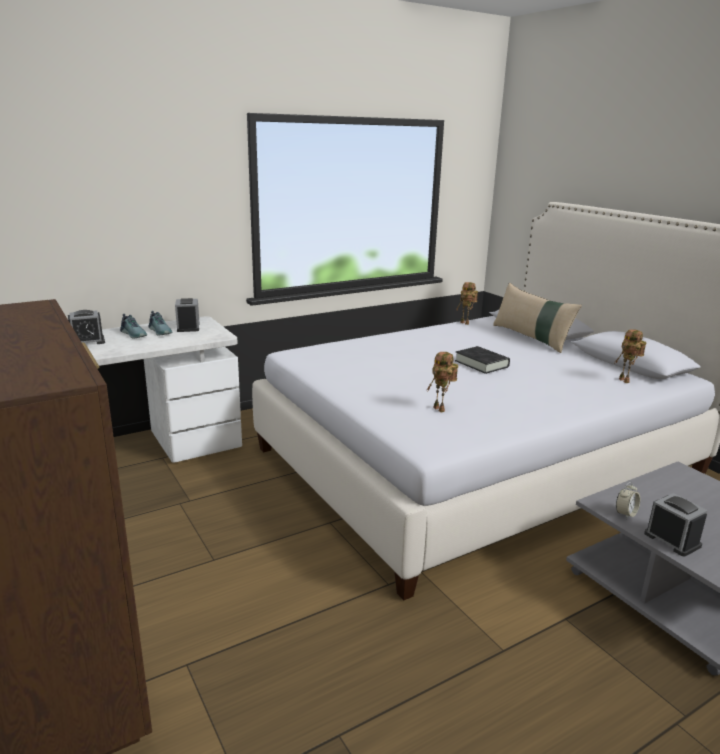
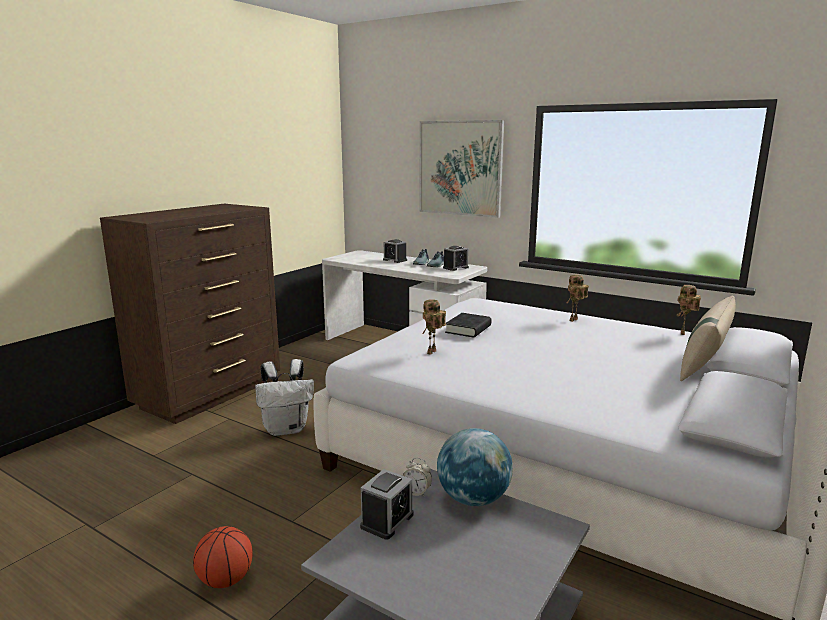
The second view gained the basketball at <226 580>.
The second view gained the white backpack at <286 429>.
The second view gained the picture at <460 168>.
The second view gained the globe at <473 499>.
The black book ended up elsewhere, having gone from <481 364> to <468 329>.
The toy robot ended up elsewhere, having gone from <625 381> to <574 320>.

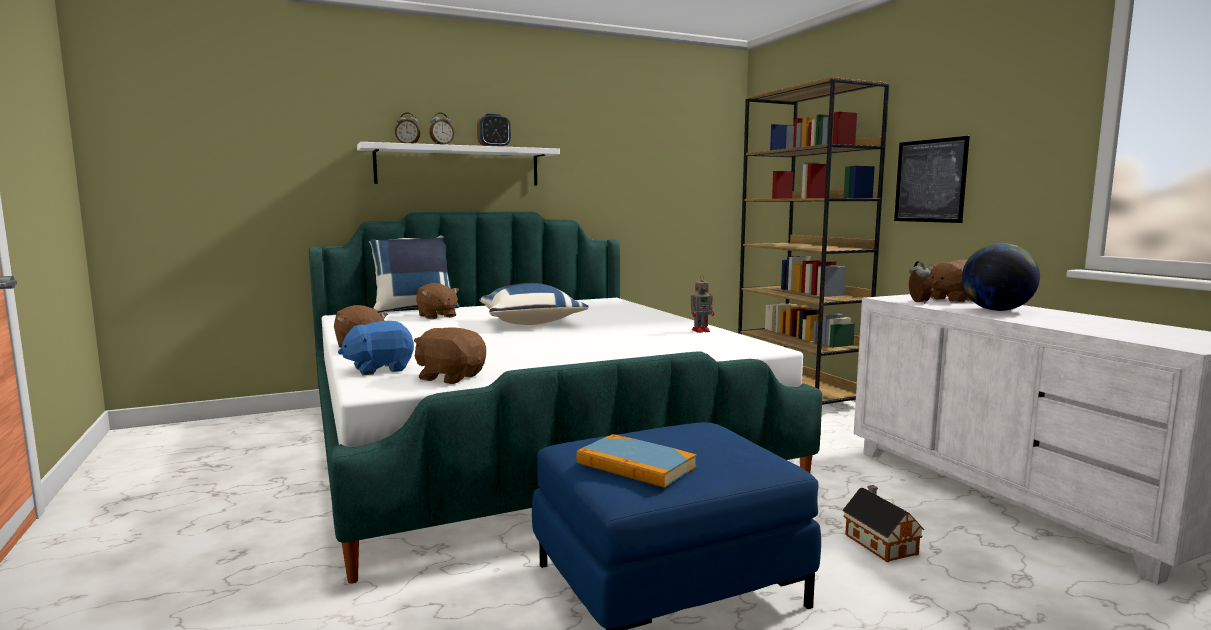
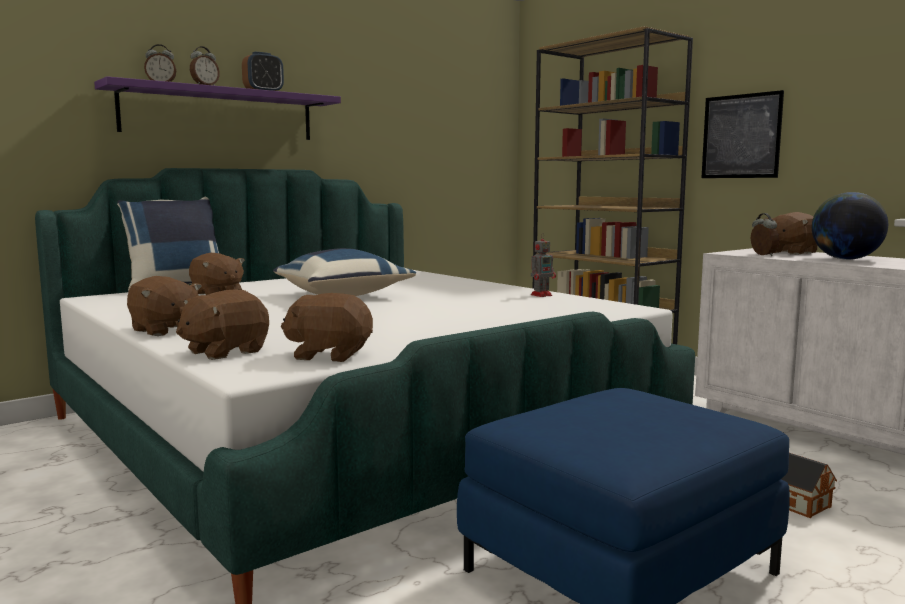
What was the white shelf at <458 166> turned into the purple shelf at <220 114>.
What was the blue plush toy at <379 369> turned into the brown plush toy at <225 352>.
The second view lost the book at <636 465>.

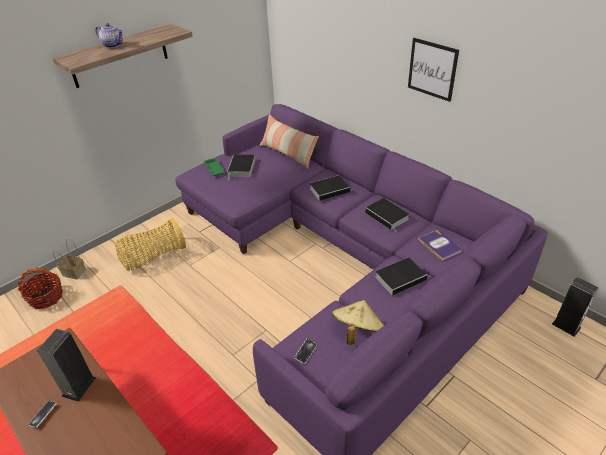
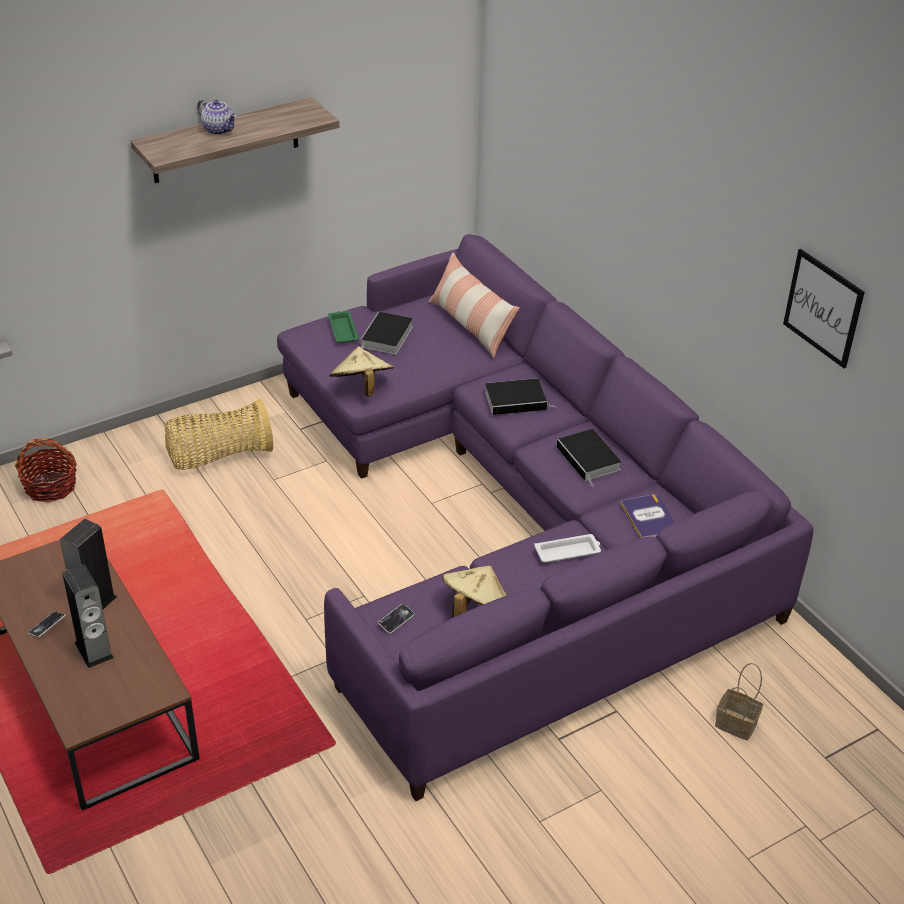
The speaker ended up elsewhere, having gone from <566 326> to <94 650>.
The second view gained the beige hat at <361 388>.
Where the book stood at <401 277>, the white tray came to stand at <568 552>.
The basket ended up elsewhere, having gone from <75 272> to <737 724>.
The picture ended up elsewhere, having gone from <432 69> to <823 308>.

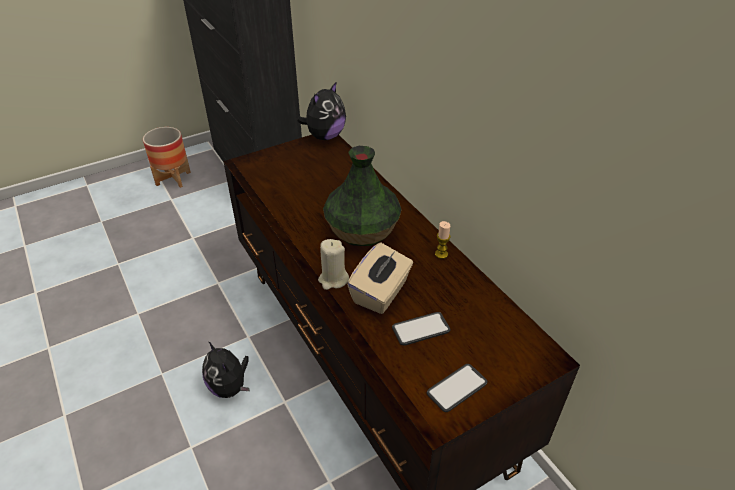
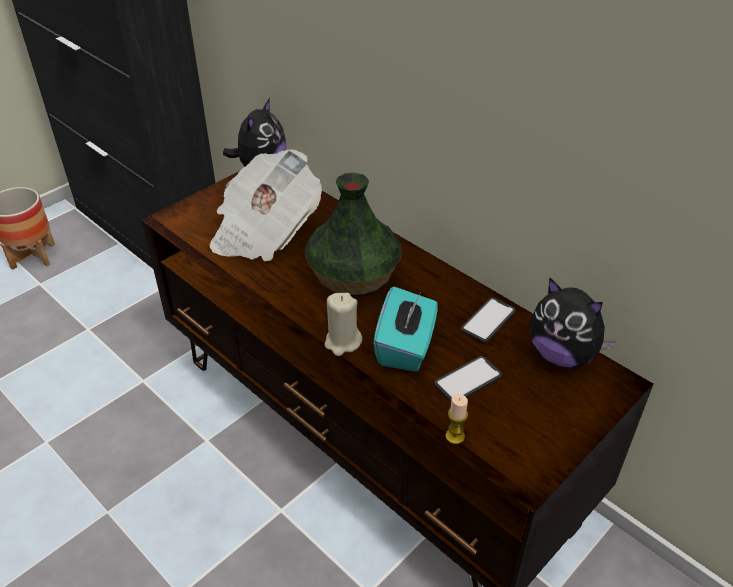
The second view gained the newspaper at <264 231>.
What was the beige tissue box at <381 293> turned into the turquoise tissue box at <405 347>.
The candle ended up elsewhere, having gone from <441 254> to <455 436>.
The phone ended up elsewhere, having gone from <457 388> to <488 320>.
The plush toy ended up elsewhere, having gone from <230 387> to <562 354>.

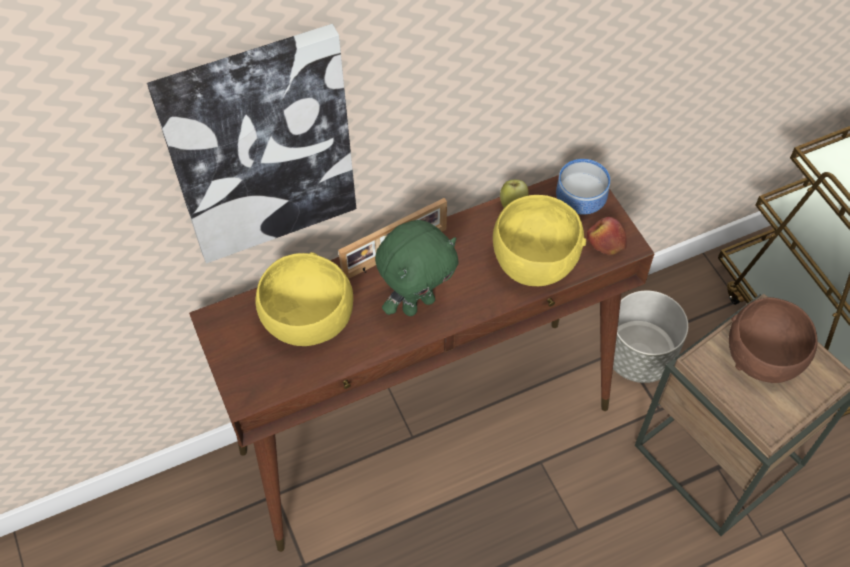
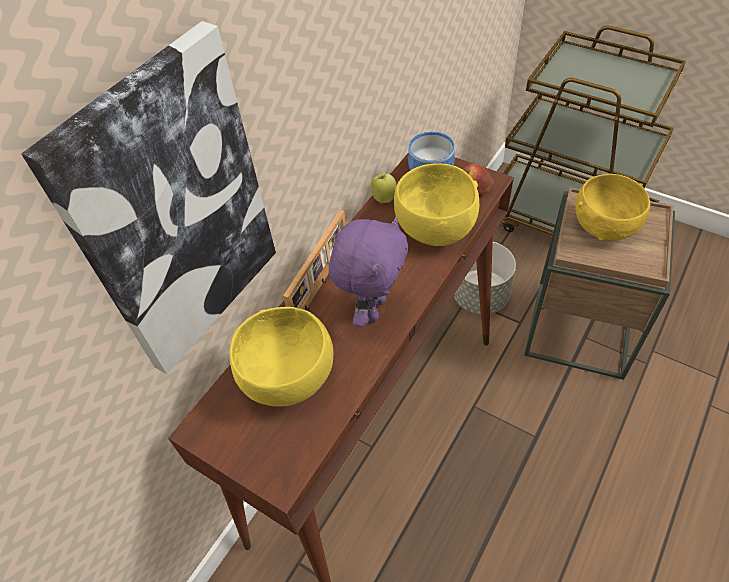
What was the green plush toy at <418 303> turned into the purple plush toy at <372 309>.
What was the brown bowl at <763 356> turned into the yellow bowl at <604 225>.

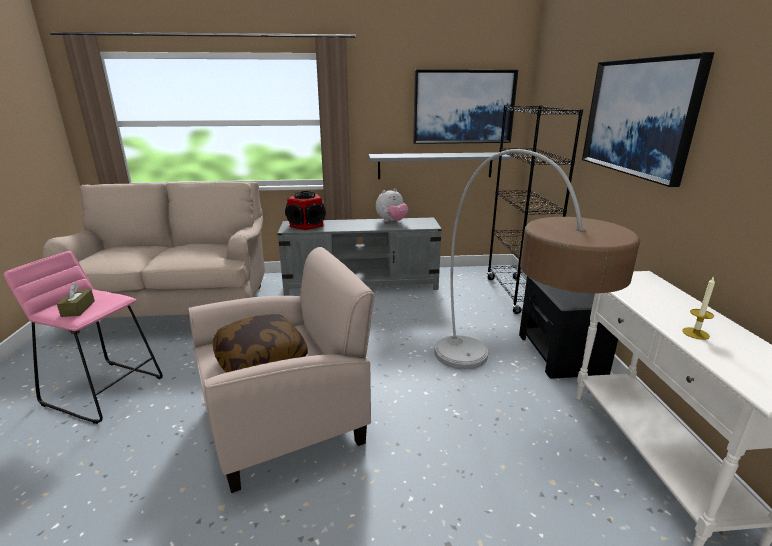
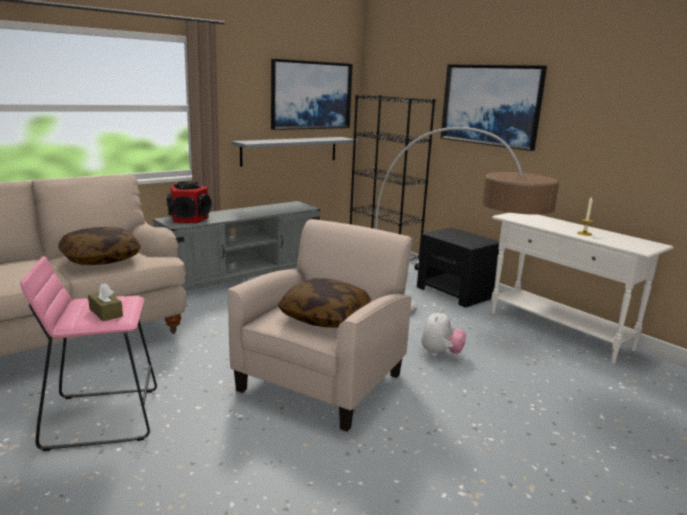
The second view gained the pillow at <101 258>.
The plush toy ended up elsewhere, having gone from <392 221> to <440 354>.

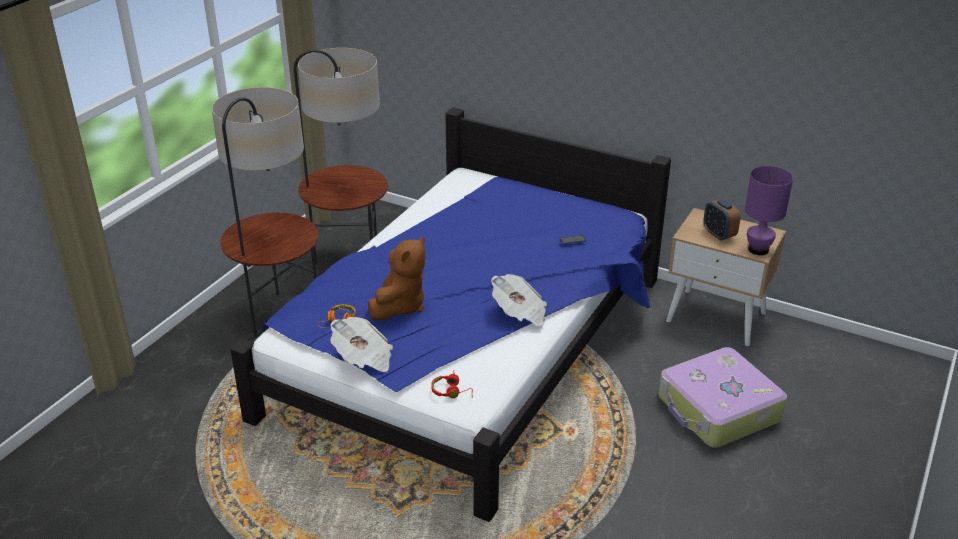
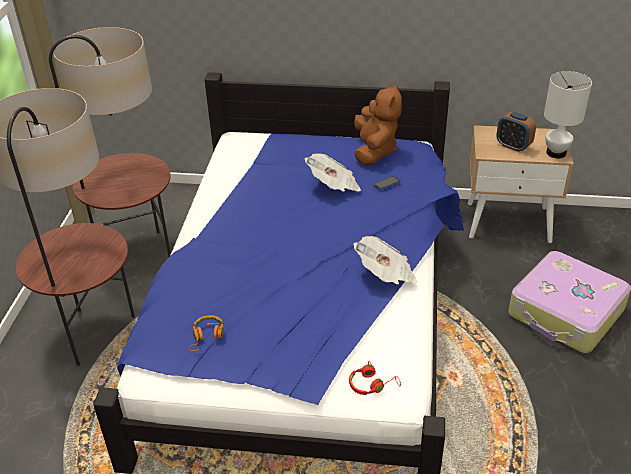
The newspaper ended up elsewhere, having gone from <363 358> to <333 185>.
The brown plush toy ended up elsewhere, having gone from <400 306> to <374 151>.
What was the purple table lamp at <758 249> turned into the white table lamp at <556 152>.

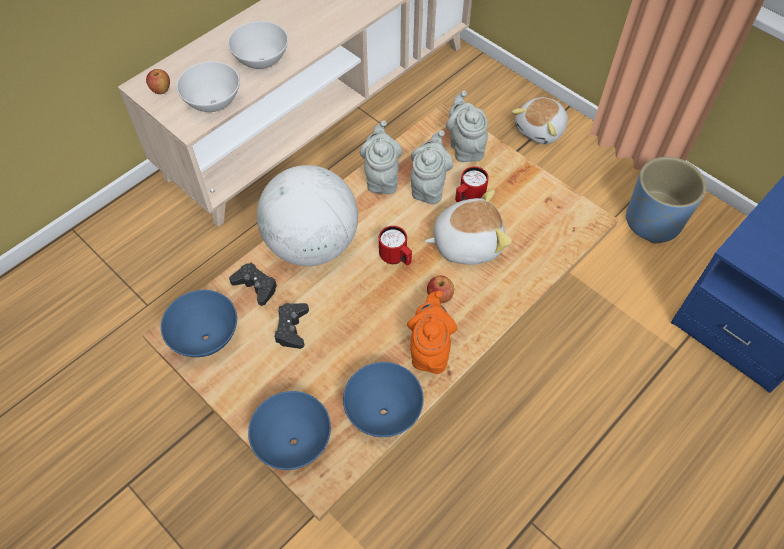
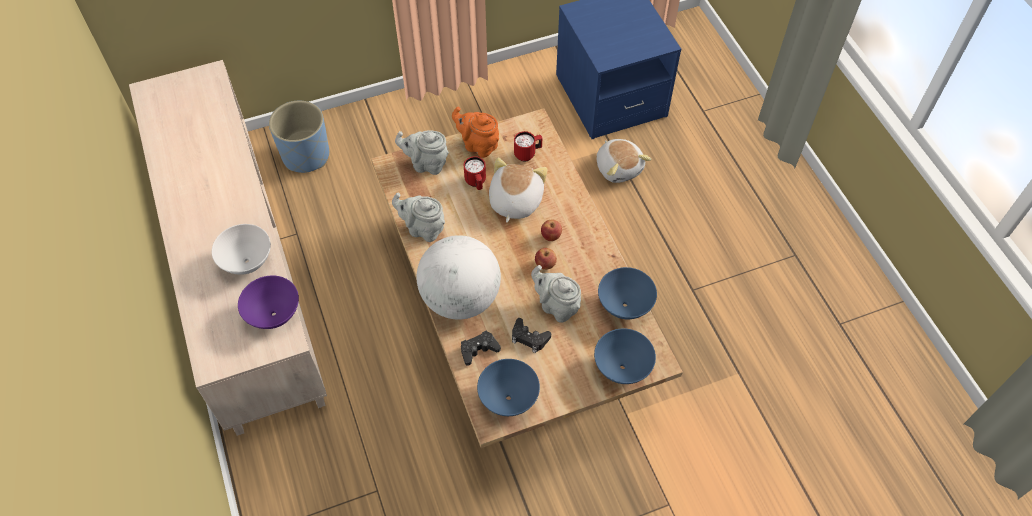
What was the white bowl at <214 104> turned into the purple bowl at <274 314>.
The blue planter ended up elsewhere, having gone from <653 221> to <306 155>.
The orange teapot ended up elsewhere, having gone from <430 350> to <478 145>.
The red mug ended up elsewhere, having gone from <396 258> to <528 154>.
The grey teapot ended up elsewhere, having gone from <429 186> to <556 306>.
The apple ended up elsewhere, having gone from <161 90> to <545 264>.
The plush toy ended up elsewhere, having gone from <541 130> to <619 167>.

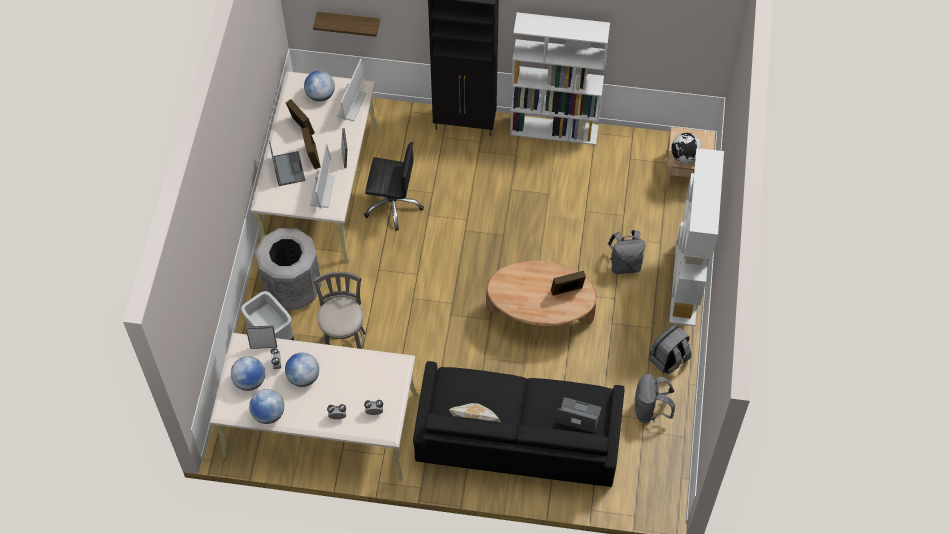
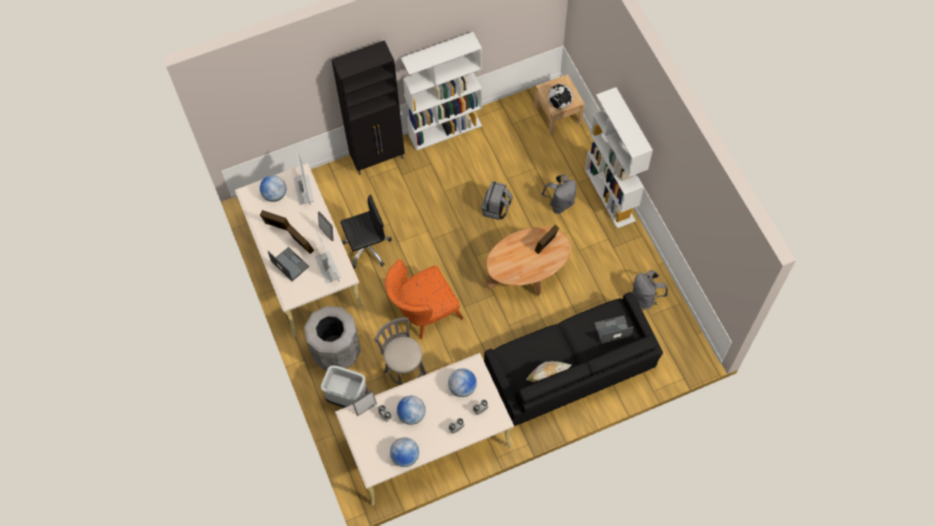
The second view gained the orange armchair at <423 311>.
The globe ended up elsewhere, having gone from <250 381> to <462 387>.
The grey backpack ended up elsewhere, having gone from <668 359> to <496 209>.
The second view lost the shelf at <349 22>.

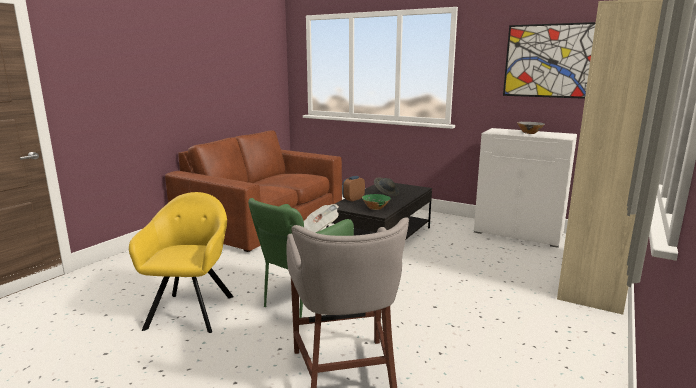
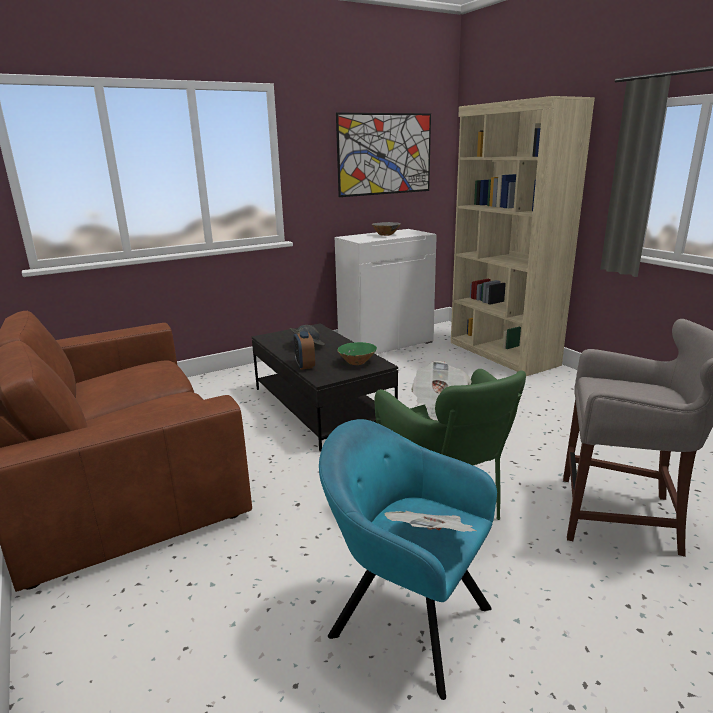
What was the yellow armchair at <192 310> turned into the turquoise armchair at <404 618>.
The second view gained the newspaper at <432 540>.

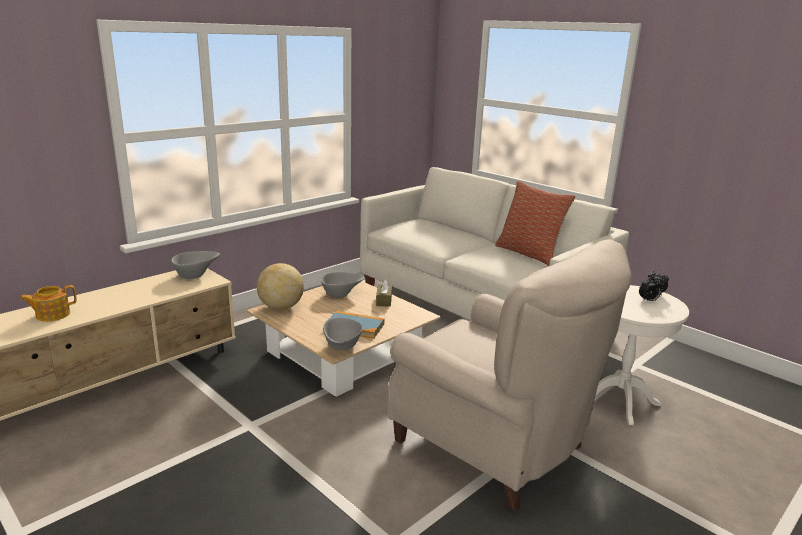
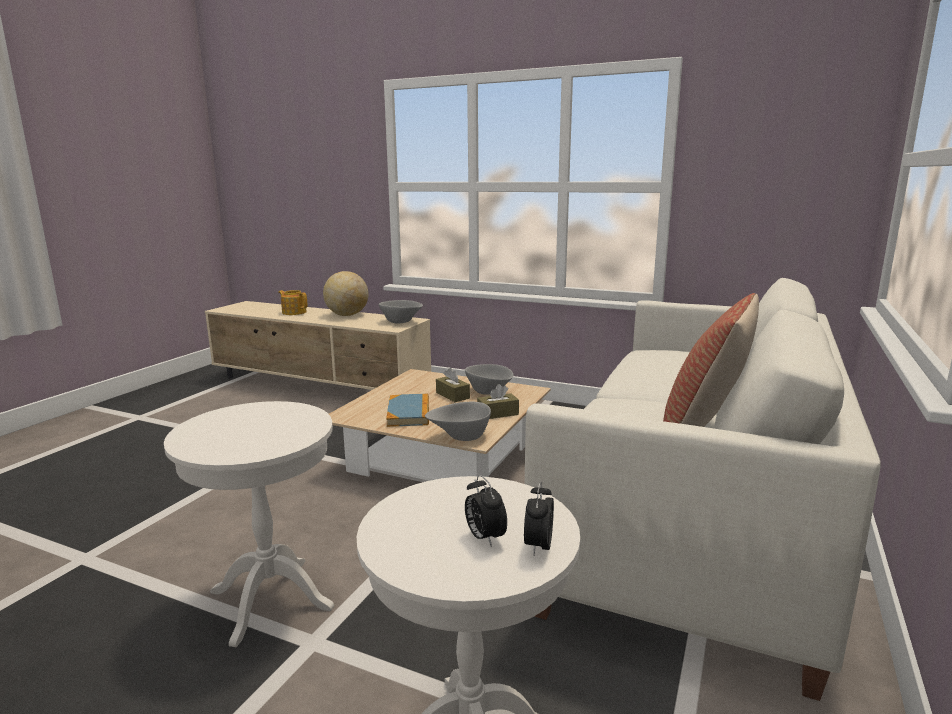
Where the beige armchair stood at <496 447>, the white side table came to stand at <270 599>.
The globe ended up elsewhere, having gone from <281 307> to <347 315>.
The grey bowl ended up elsewhere, having gone from <341 347> to <460 437>.
The second view gained the brown tissue box at <452 395>.

